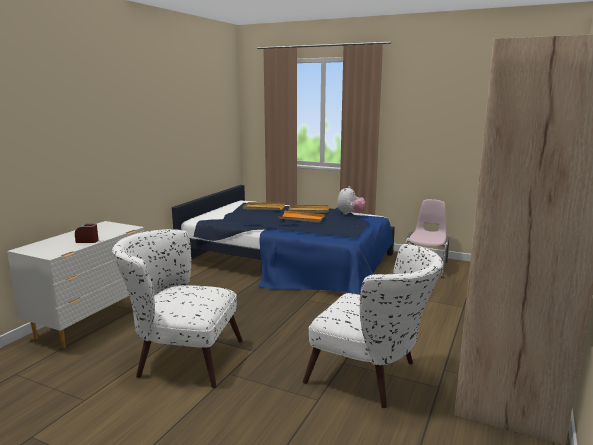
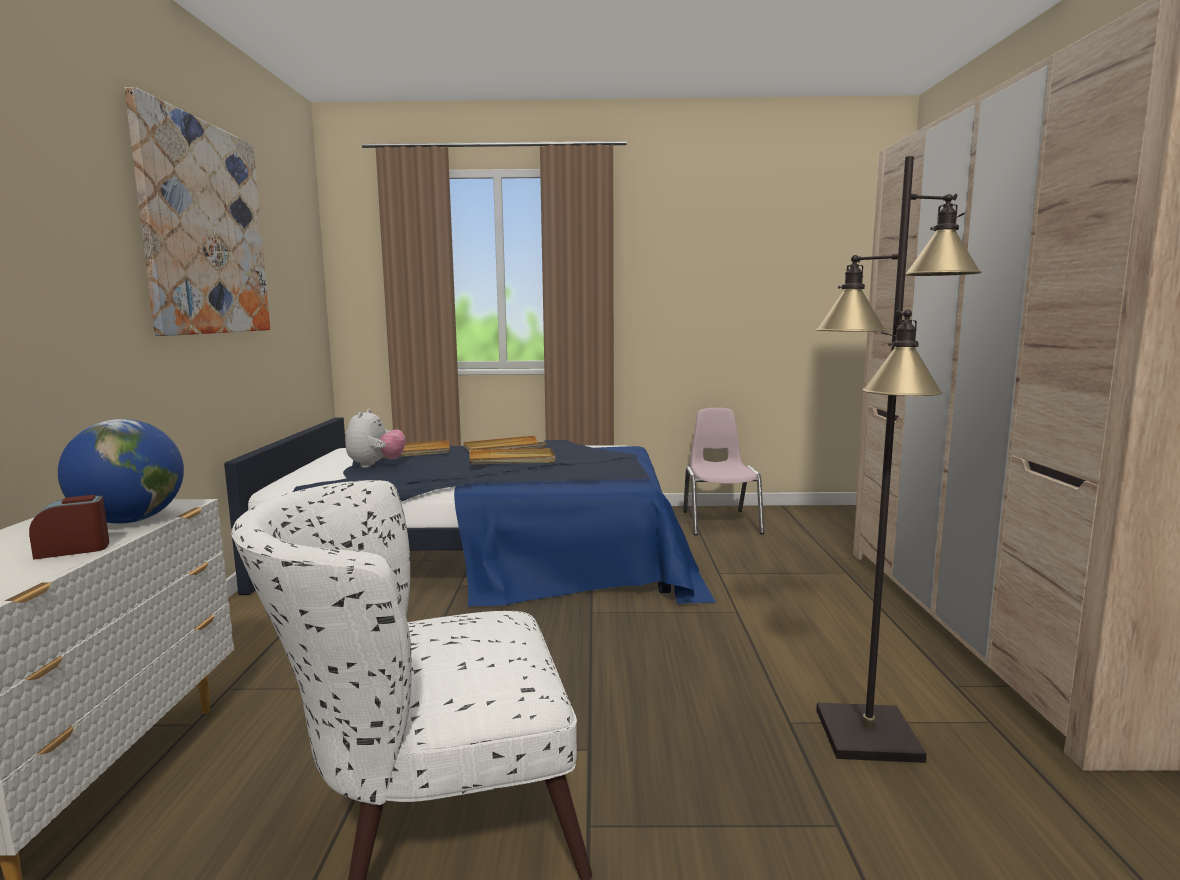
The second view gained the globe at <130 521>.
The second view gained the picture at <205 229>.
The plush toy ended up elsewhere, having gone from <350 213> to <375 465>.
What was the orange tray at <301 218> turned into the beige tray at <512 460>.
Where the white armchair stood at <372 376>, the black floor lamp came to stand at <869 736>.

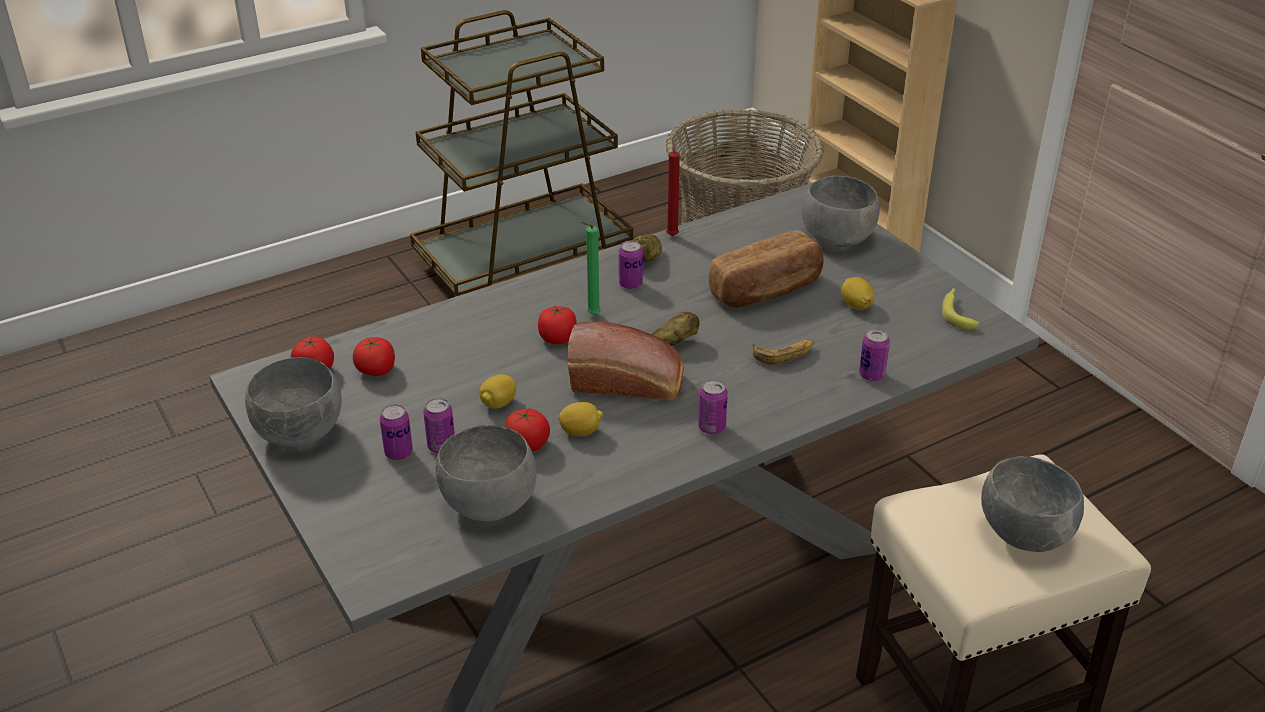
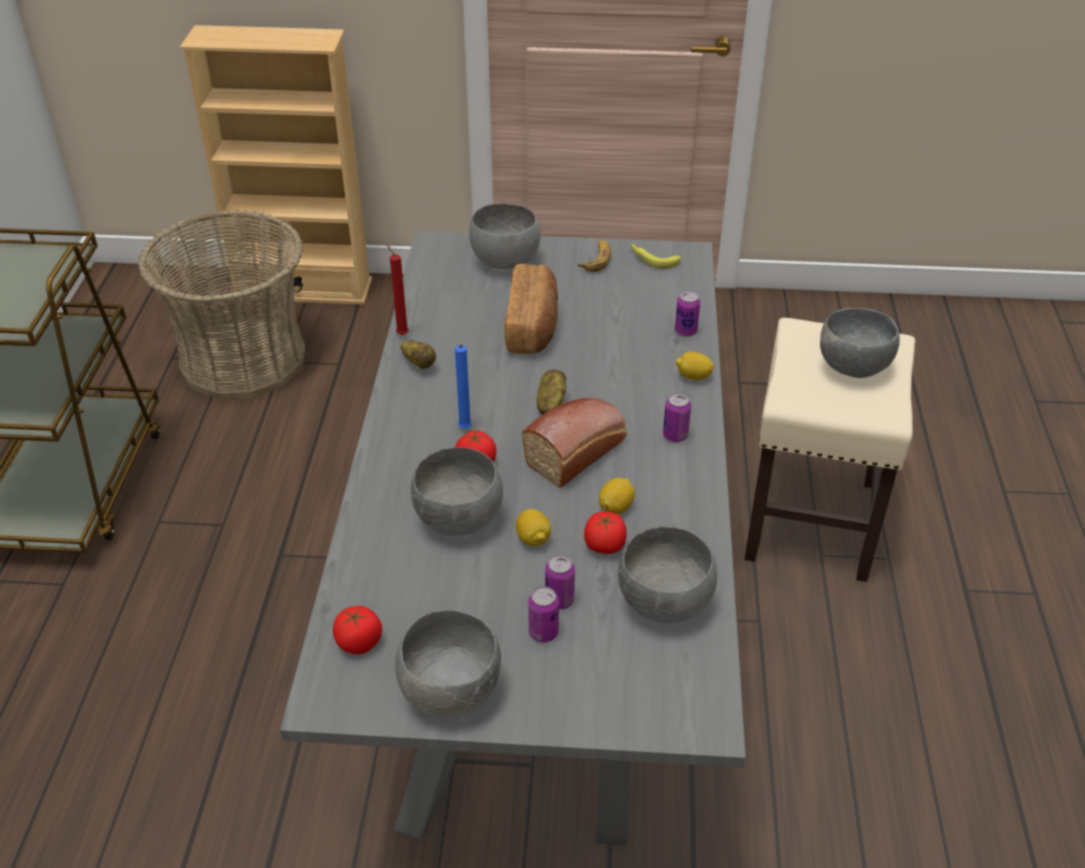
The second view gained the grey bowl at <459 521>.
What was the green candle at <591 315> turned into the blue candle at <464 430>.
The banana ended up elsewhere, having gone from <784 354> to <596 259>.
The lemon ended up elsewhere, having gone from <856 305> to <693 377>.
The second view lost the tomato at <376 370>.
The second view lost the can at <630 284>.

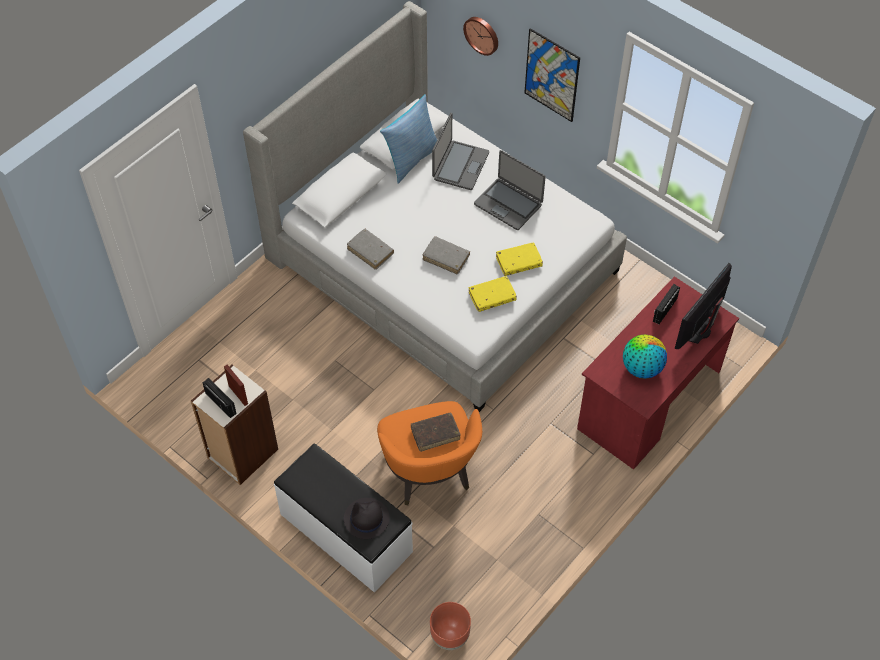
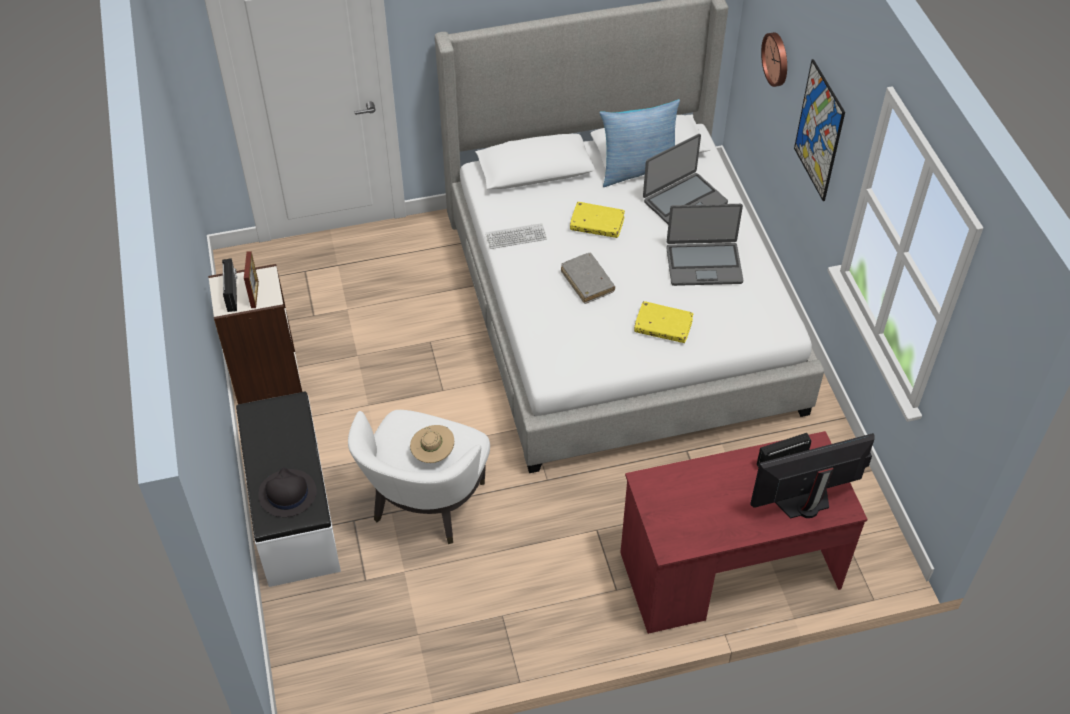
What was the orange armchair at <429 473> turned into the white armchair at <426 504>.
Where the brown book stood at <435 434>, the beige hat came to stand at <433 453>.
Where the grey book stood at <370 252>, the keyboard came to stand at <516 237>.
The yellow book ended up elsewhere, having gone from <492 297> to <597 224>.
The laptop at <508 204> ended up facing another way, 75 degrees counterclockwise from before.
The second view lost the brown planter at <449 636>.
The second view lost the globe at <641 368>.

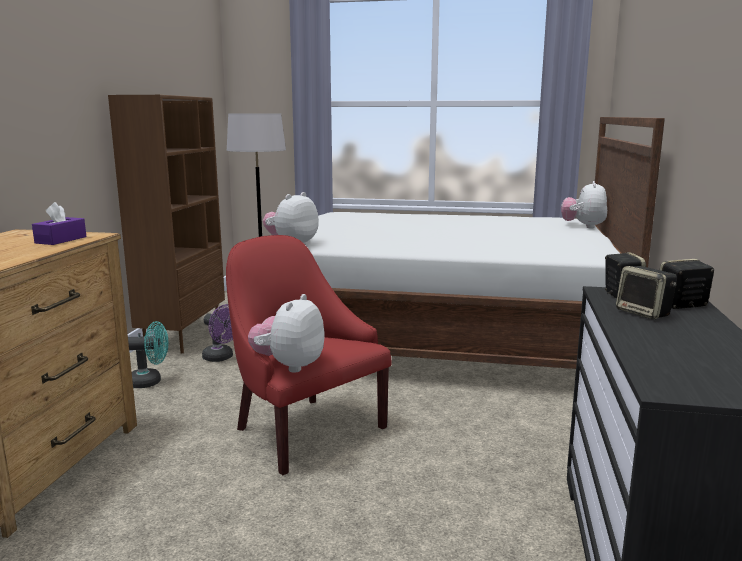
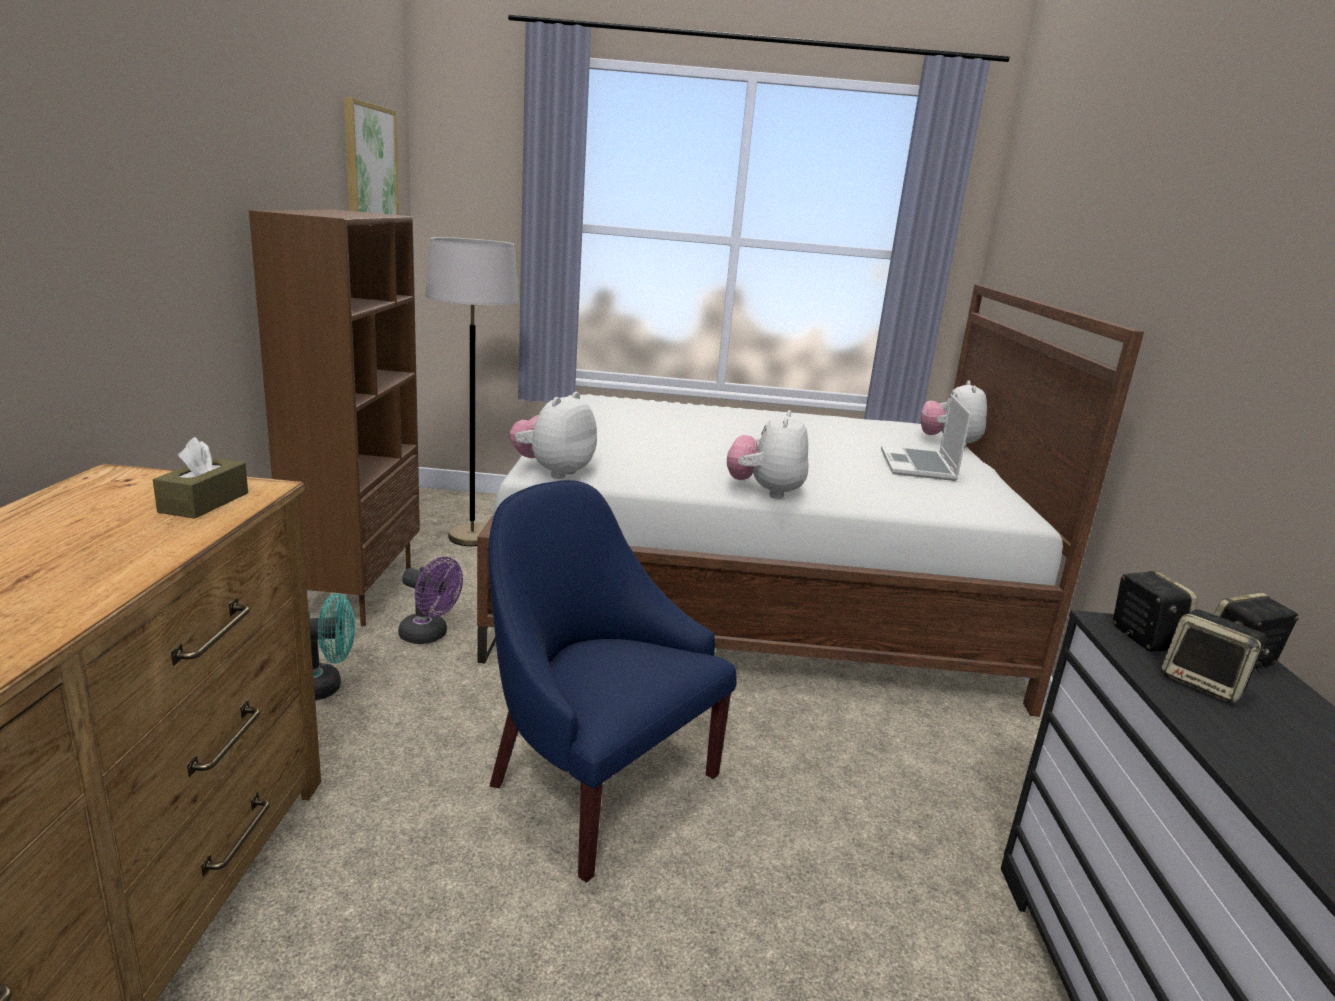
What was the purple tissue box at <61 240> turned into the brown tissue box at <204 502>.
The second view gained the picture at <369 166>.
What was the red armchair at <304 429> turned into the blue armchair at <595 783>.
The plush toy ended up elsewhere, having gone from <289 366> to <765 492>.
The second view gained the laptop at <919 466>.

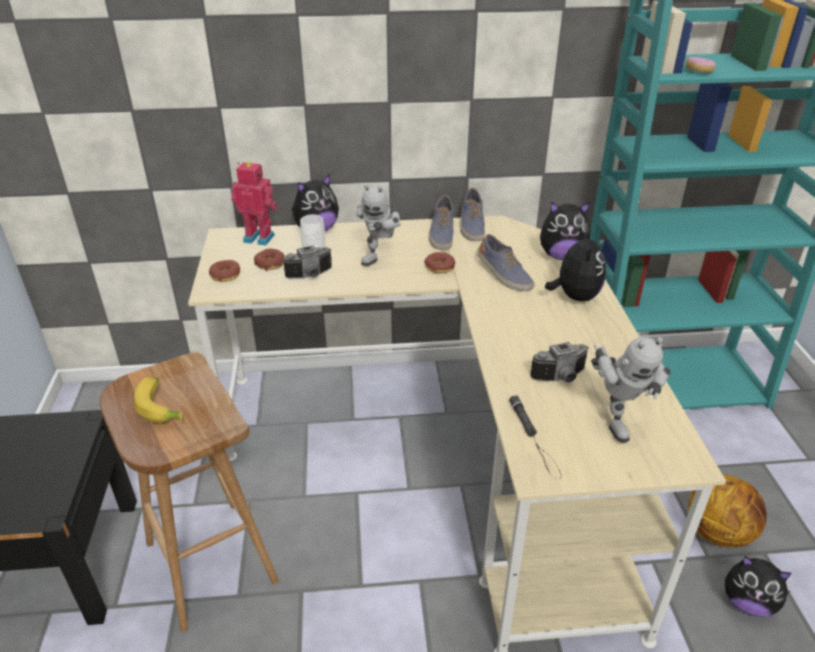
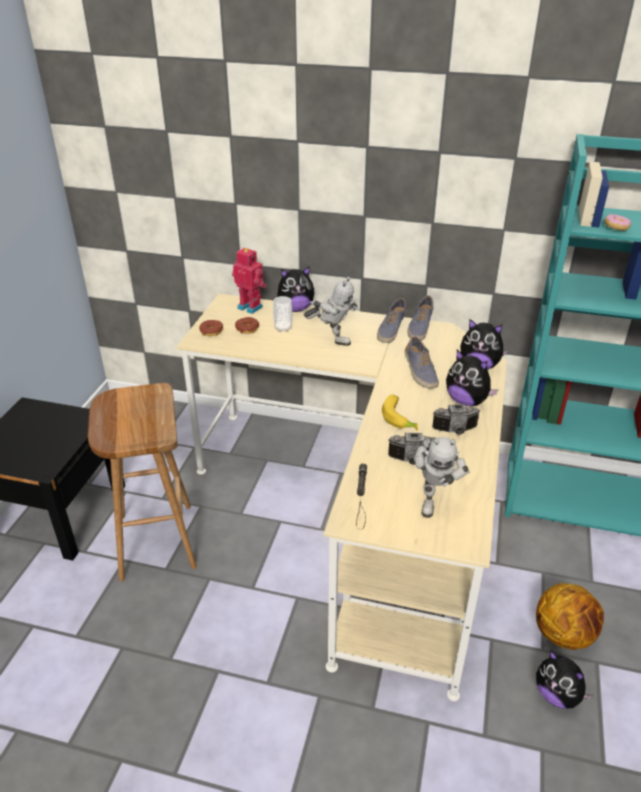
The toy robot at <381 256> ended up facing another way, 105 degrees counterclockwise from before.
The banana ended up elsewhere, having gone from <162 407> to <400 418>.
The photo camera ended up elsewhere, having gone from <311 275> to <456 431>.
The plush toy at <574 296> ended up facing another way, 105 degrees clockwise from before.
The second view lost the donut at <439 267>.

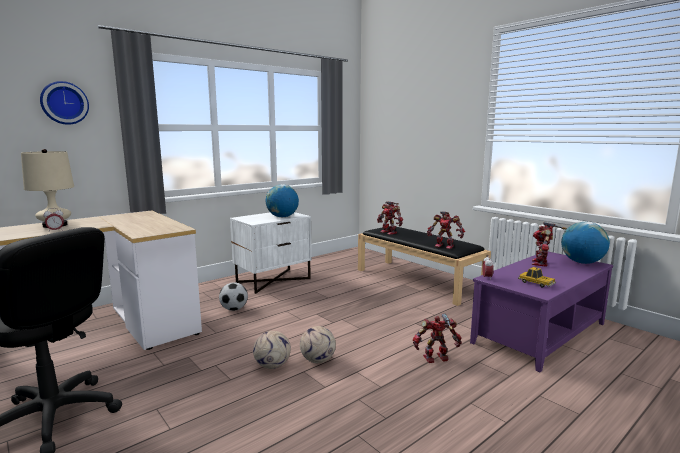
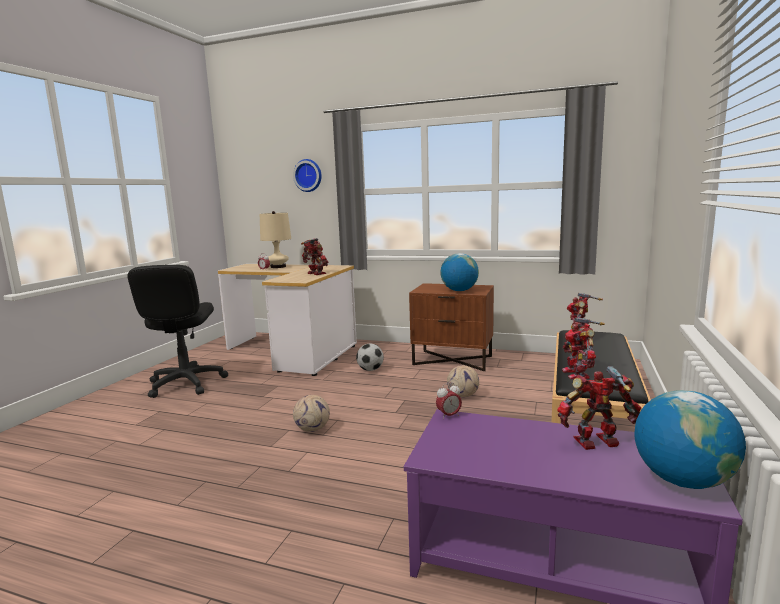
The toy robot ended up elsewhere, having gone from <436 359> to <315 274>.
What was the white nightstand at <273 280> turned into the brown nightstand at <453 360>.
The football ended up elsewhere, having gone from <273 365> to <463 396>.
The second view lost the toy car at <536 283>.

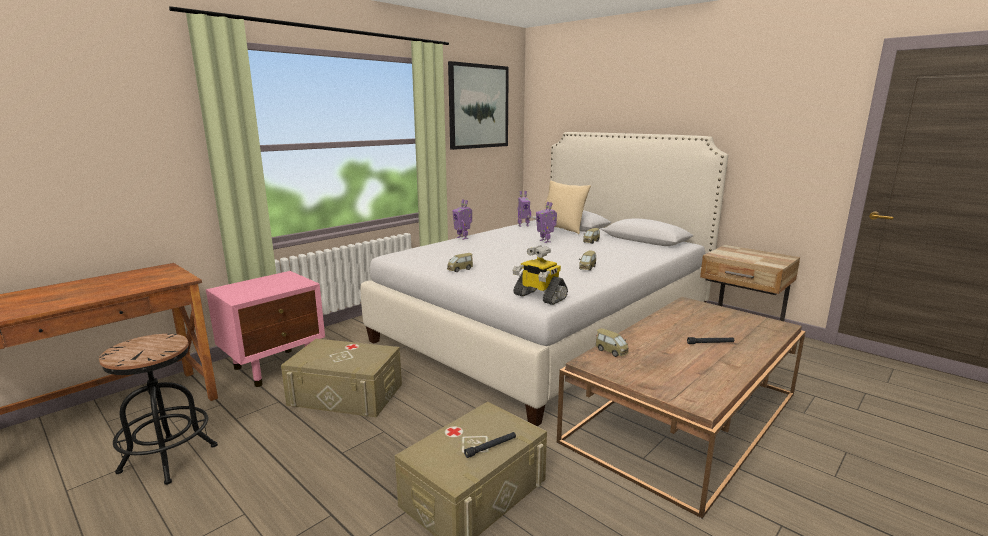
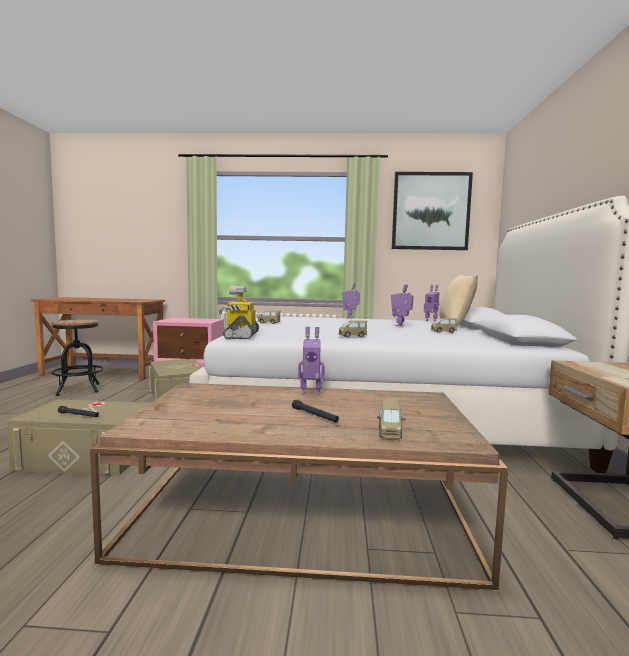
The second view gained the toy robot at <310 392>.
The toy car ended up elsewhere, having gone from <611 351> to <390 432>.

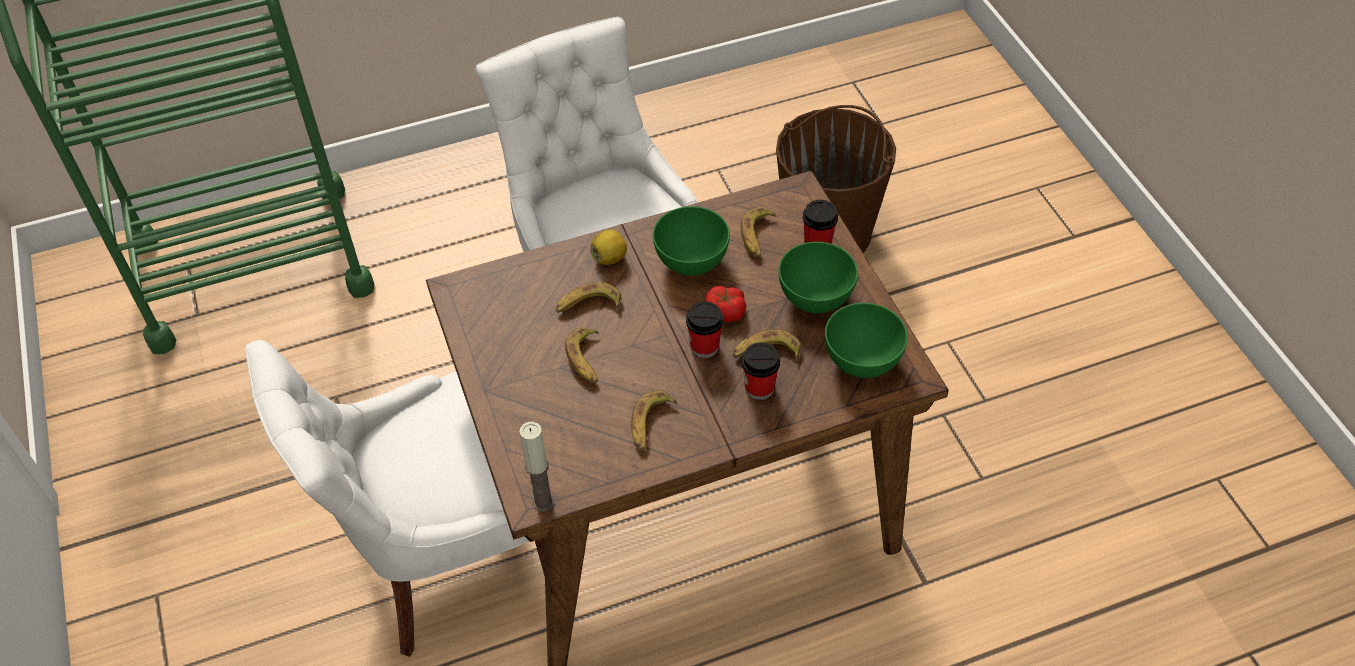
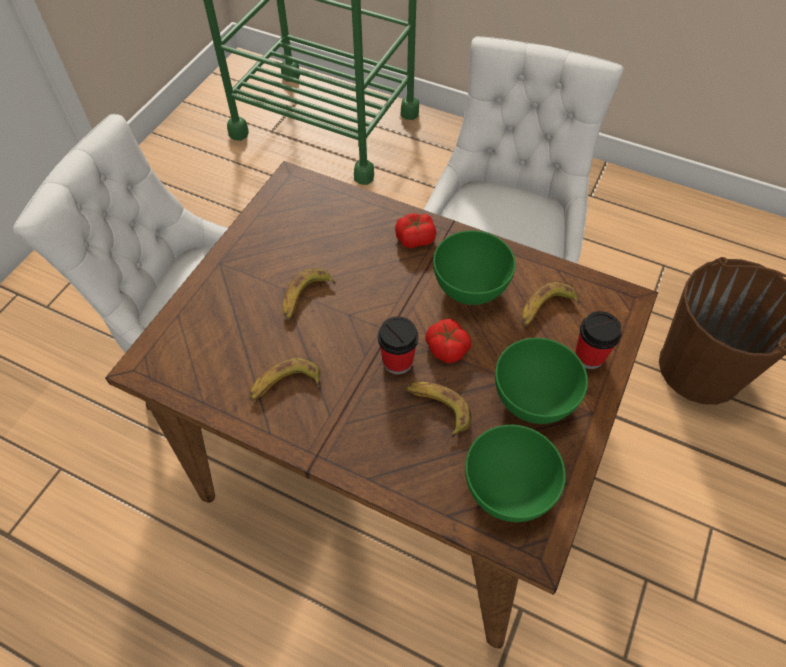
Where the lemon stood at <610 258>, the tomato came to stand at <415 238>.
The second view lost the candle at <543 502>.
The second view lost the banana at <588 305>.
The second view lost the cup at <759 388>.

